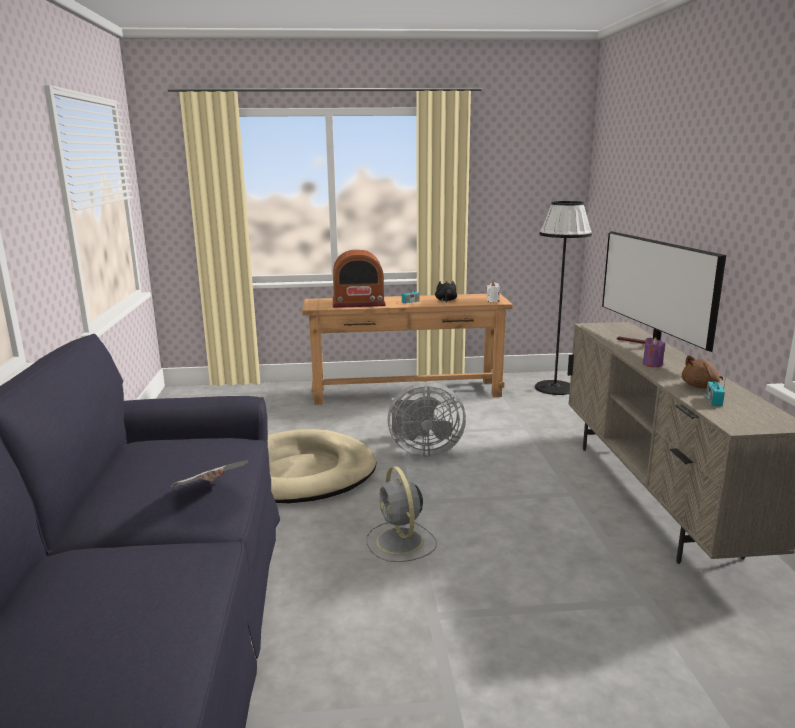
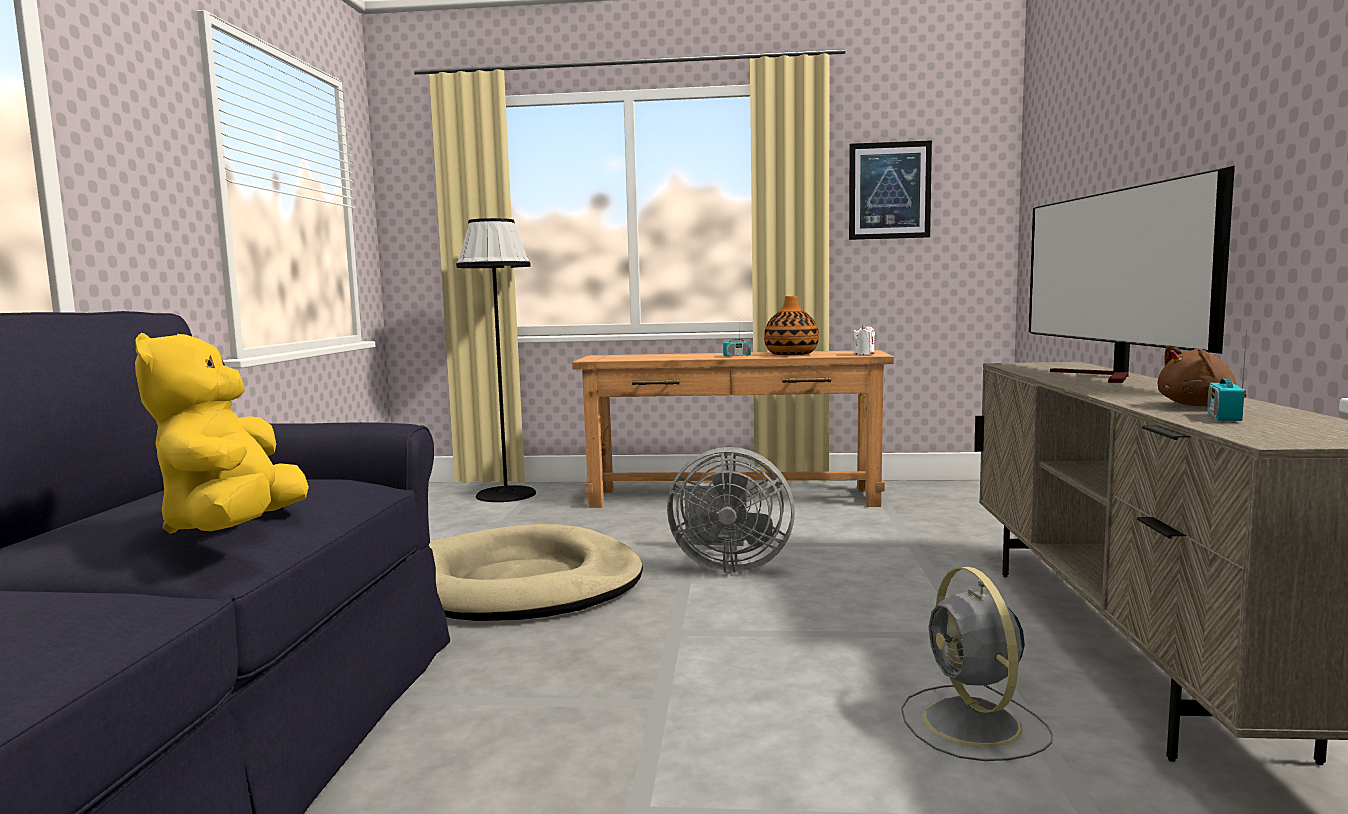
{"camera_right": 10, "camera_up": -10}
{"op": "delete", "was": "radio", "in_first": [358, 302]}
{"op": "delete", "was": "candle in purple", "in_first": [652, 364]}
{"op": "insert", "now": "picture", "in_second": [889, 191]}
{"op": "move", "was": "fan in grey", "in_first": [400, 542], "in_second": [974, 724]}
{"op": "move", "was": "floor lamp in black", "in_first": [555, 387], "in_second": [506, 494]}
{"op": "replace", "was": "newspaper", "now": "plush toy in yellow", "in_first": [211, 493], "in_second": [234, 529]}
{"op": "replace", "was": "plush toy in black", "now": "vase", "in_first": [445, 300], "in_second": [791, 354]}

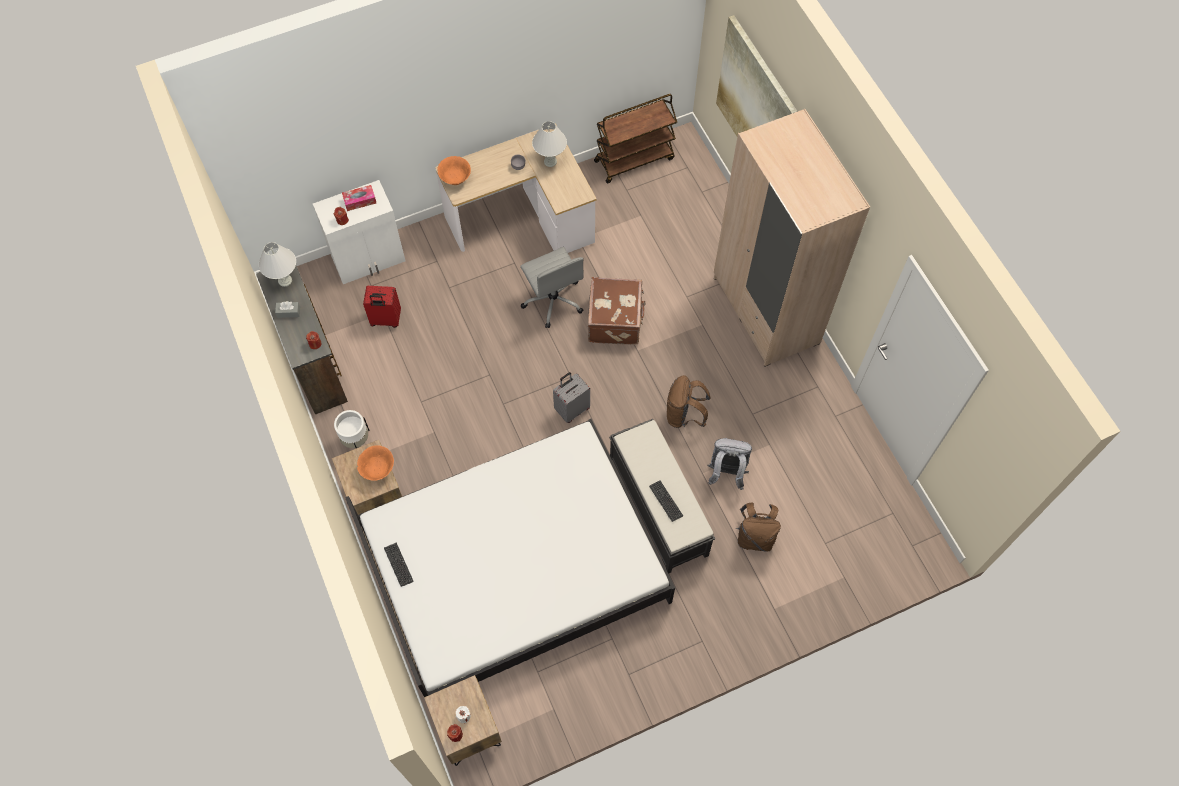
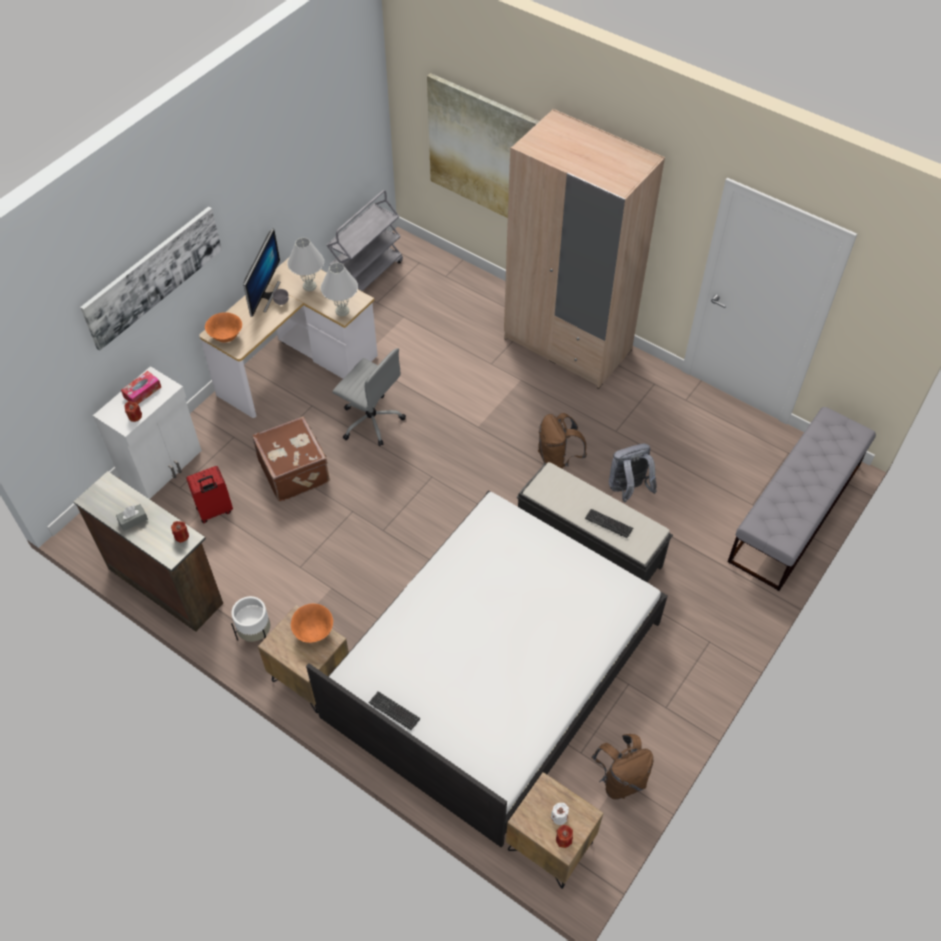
{"camera_right": -30, "camera_up": -10}
{"op": "delete", "was": "suitcase in grey", "in_first": [572, 409]}
{"op": "insert", "now": "picture", "in_second": [153, 276]}
{"op": "insert", "now": "monitor", "in_second": [265, 295]}
{"op": "insert", "now": "bench in grey", "in_second": [795, 513]}
{"op": "move", "was": "table lamp in white", "in_first": [285, 280], "in_second": [342, 311]}
{"op": "move", "was": "suitcase in brown", "in_first": [615, 320], "in_second": [295, 471]}
{"op": "move", "was": "backpack in brown", "in_first": [755, 537], "in_second": [621, 779]}
{"op": "recolor", "was": "cart in brown", "now": "cart in grey", "in_first": [634, 159], "in_second": [367, 275]}

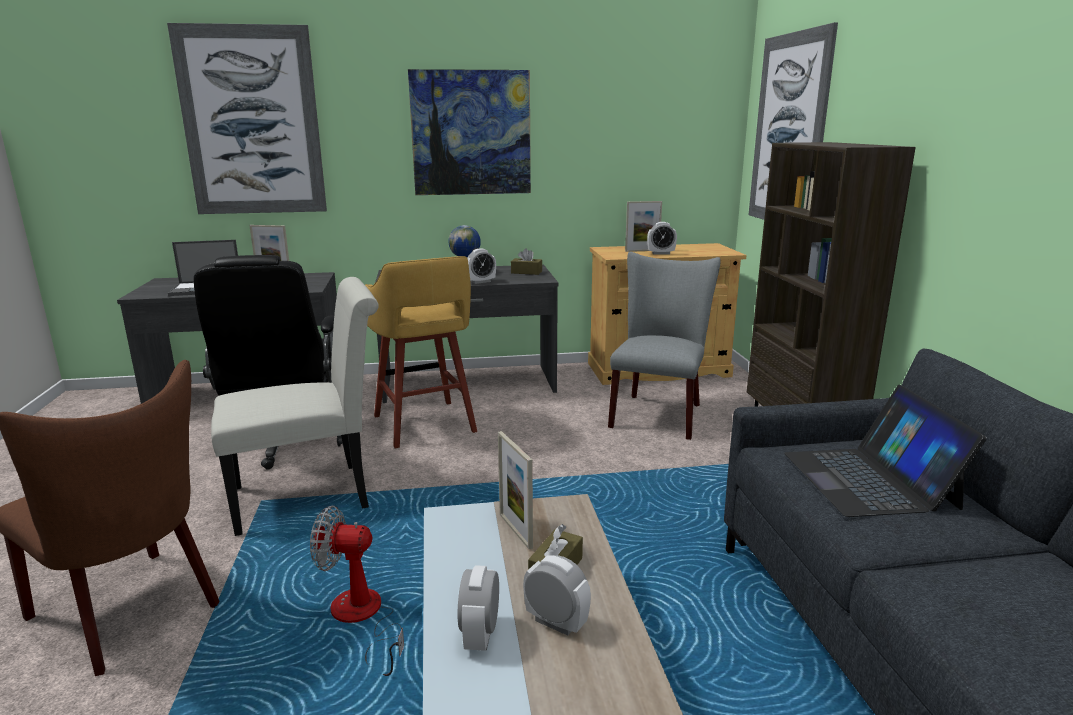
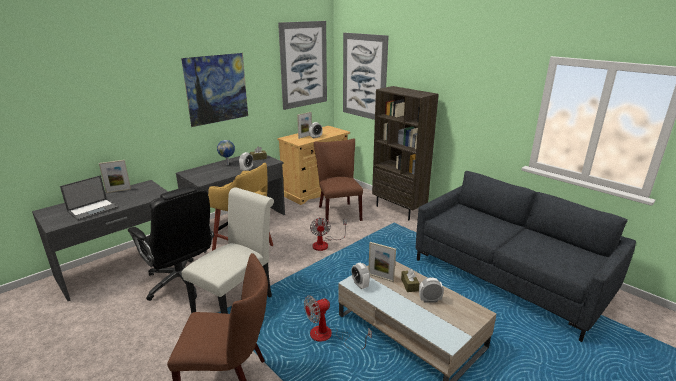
{"camera_right": -35, "camera_up": 5}
{"op": "delete", "was": "laptop", "in_first": [869, 480]}
{"op": "insert", "now": "fan", "in_second": [324, 244]}
{"op": "move", "was": "picture", "in_first": [251, 122], "in_second": [304, 65]}
{"op": "move", "was": "alarm clock", "in_first": [480, 635], "in_second": [360, 284]}
{"op": "recolor", "was": "chair in grey", "now": "chair in brown", "in_first": [658, 413], "in_second": [338, 212]}

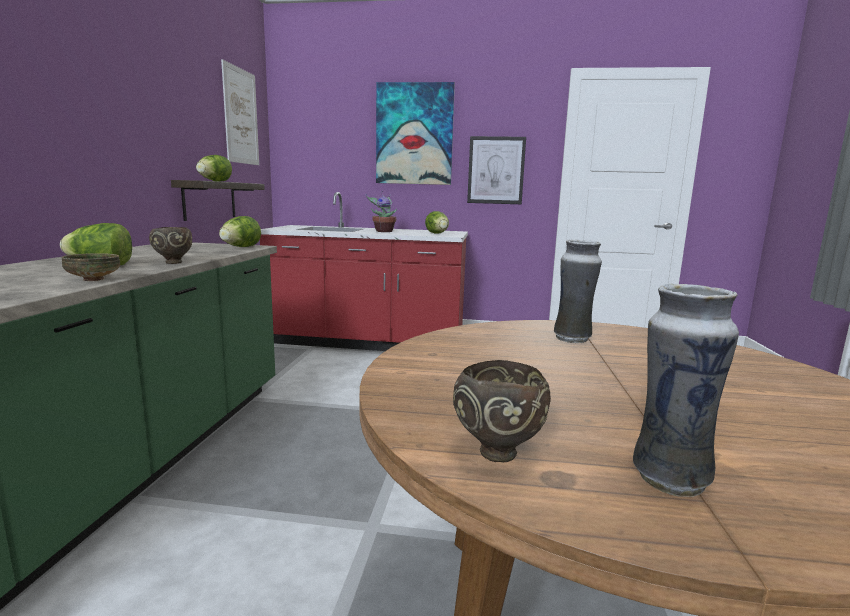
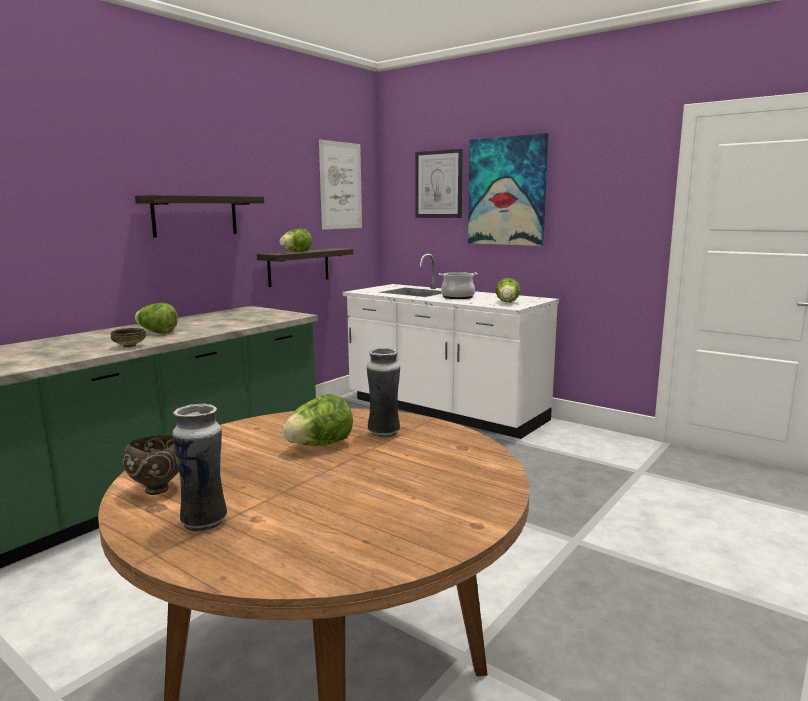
{"camera_right": 30, "camera_up": 0}
{"op": "delete", "was": "bowl in brown", "in_first": [173, 262]}
{"op": "insert", "now": "shelf", "in_second": [195, 216]}
{"op": "move", "was": "lettuce", "in_first": [240, 247], "in_second": [319, 445]}
{"op": "move", "was": "picture", "in_first": [496, 170], "in_second": [439, 184]}
{"op": "replace", "was": "potted plant", "now": "cooking pot", "in_first": [383, 231], "in_second": [457, 297]}
{"op": "recolor", "was": "counter in red", "now": "counter in white", "in_first": [367, 342], "in_second": [444, 410]}

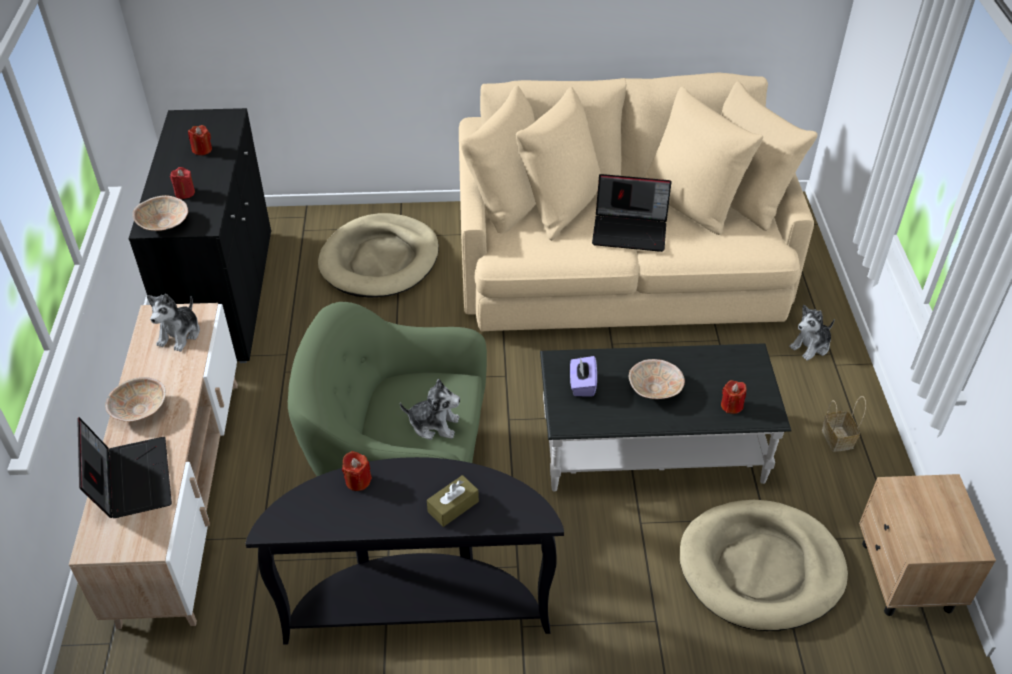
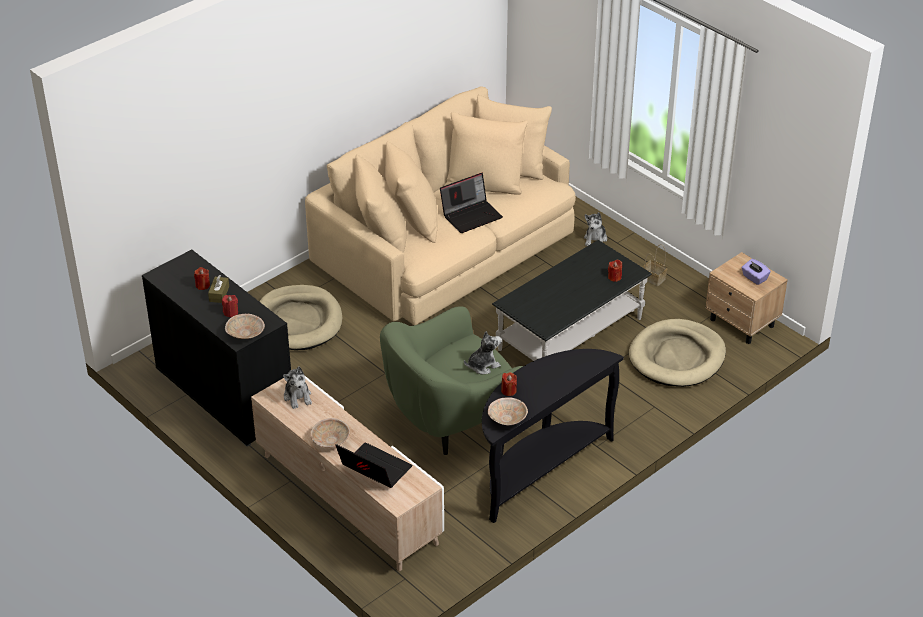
{"camera_right": -40, "camera_up": -5}
{"op": "move", "was": "tissue box in brown", "in_first": [453, 506], "in_second": [219, 294]}
{"op": "move", "was": "tissue box in purple", "in_first": [582, 385], "in_second": [754, 278]}
{"op": "move", "was": "bowl in beige", "in_first": [655, 389], "in_second": [507, 418]}

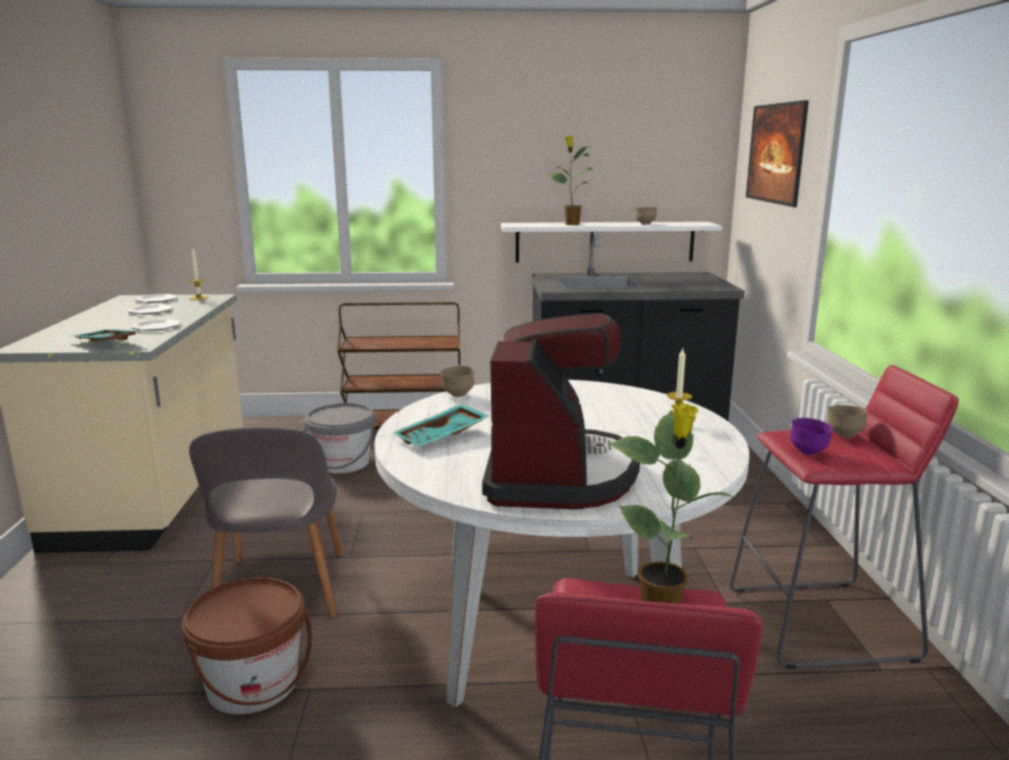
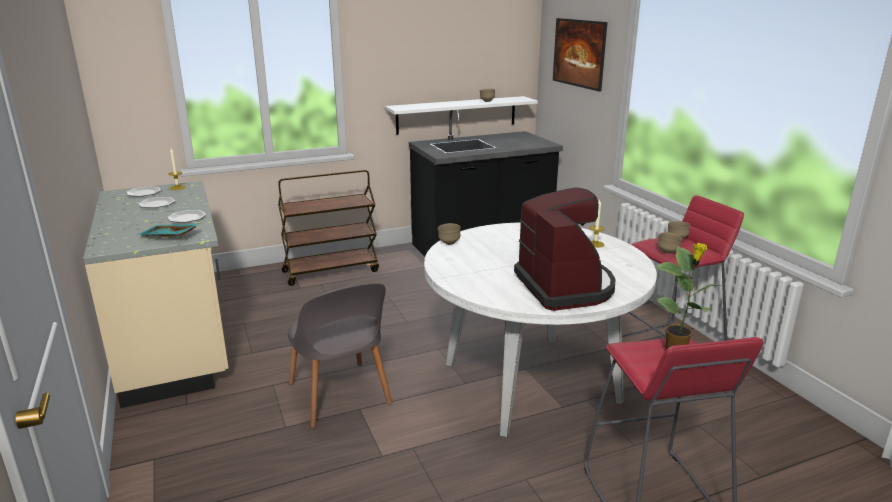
{"camera_right": -20, "camera_up": 5}
{"op": "delete", "was": "bucket in brown", "in_first": [253, 684]}
{"op": "delete", "was": "bucket in grey", "in_first": [343, 463]}
{"op": "delete", "was": "tray in turquoise", "in_first": [442, 437]}
{"op": "delete", "was": "potted plant", "in_first": [571, 224]}
{"op": "recolor", "was": "bowl in purple", "now": "bowl in brown", "in_first": [808, 452], "in_second": [668, 252]}

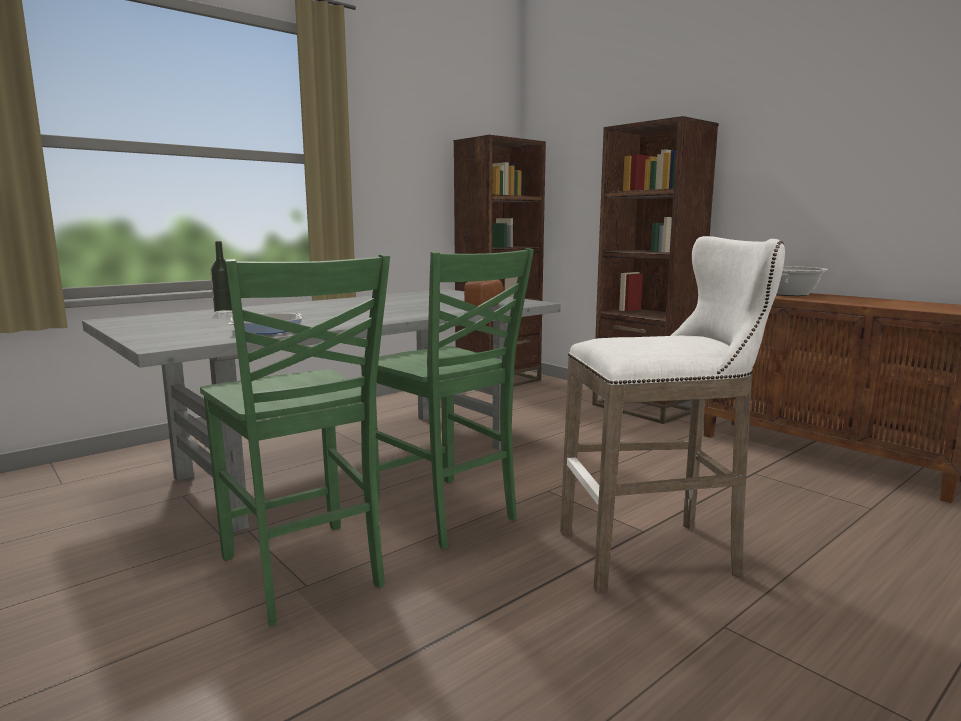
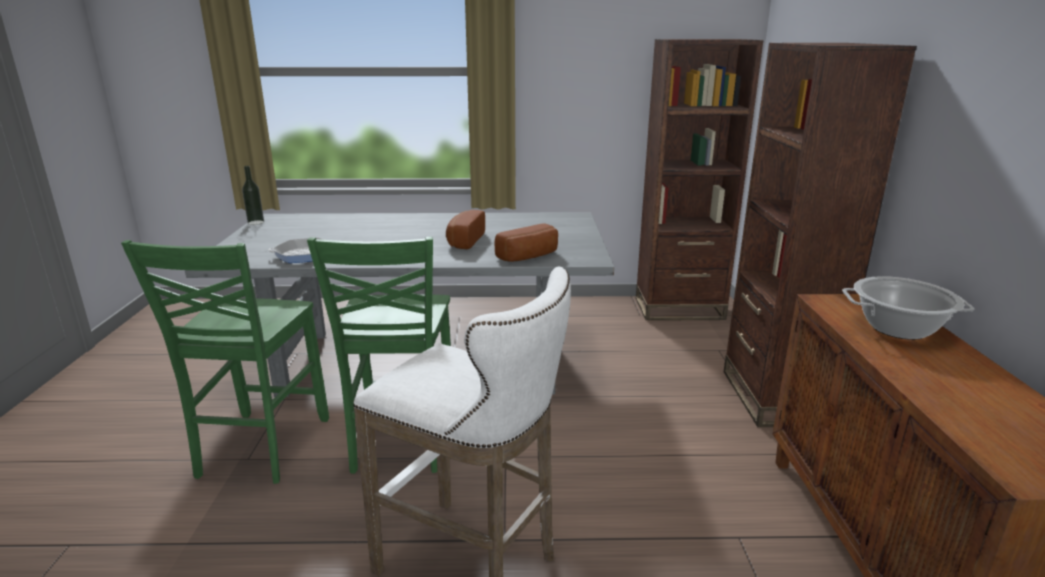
{"camera_right": 40, "camera_up": 10}
{"op": "insert", "now": "bread", "in_second": [464, 240]}
{"op": "move", "was": "bottle", "in_first": [224, 311], "in_second": [256, 222]}

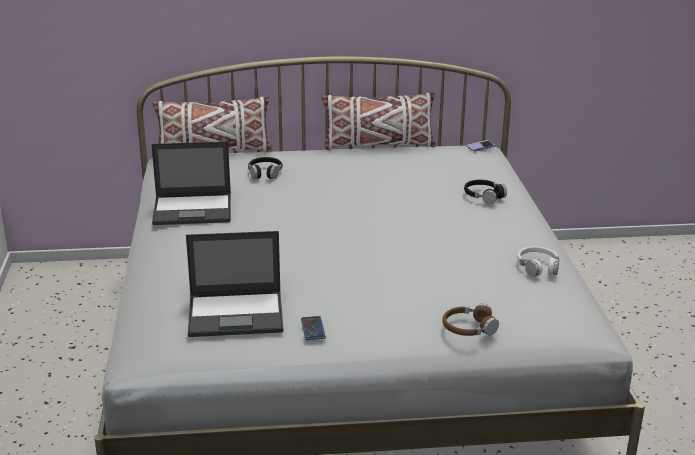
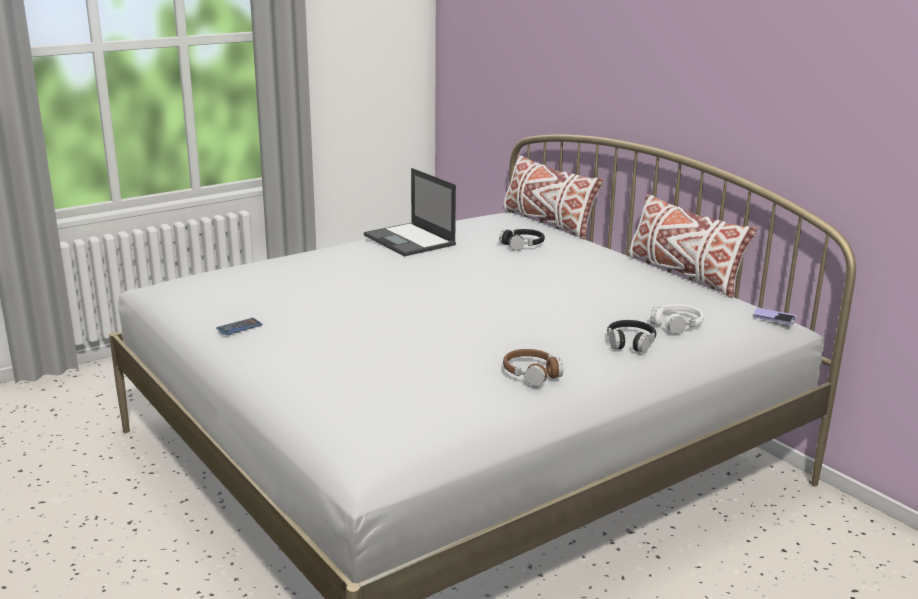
{"camera_right": 60, "camera_up": -5}
{"op": "delete", "was": "laptop", "in_first": [237, 314]}
{"op": "move", "was": "headphones in brown", "in_first": [468, 328], "in_second": [531, 373]}
{"op": "move", "was": "headphones in white", "in_first": [538, 267], "in_second": [676, 324]}

